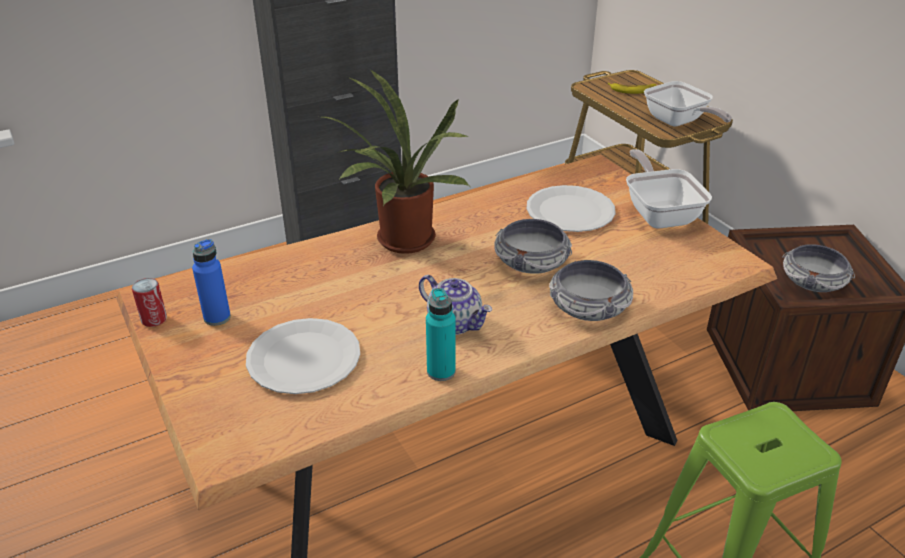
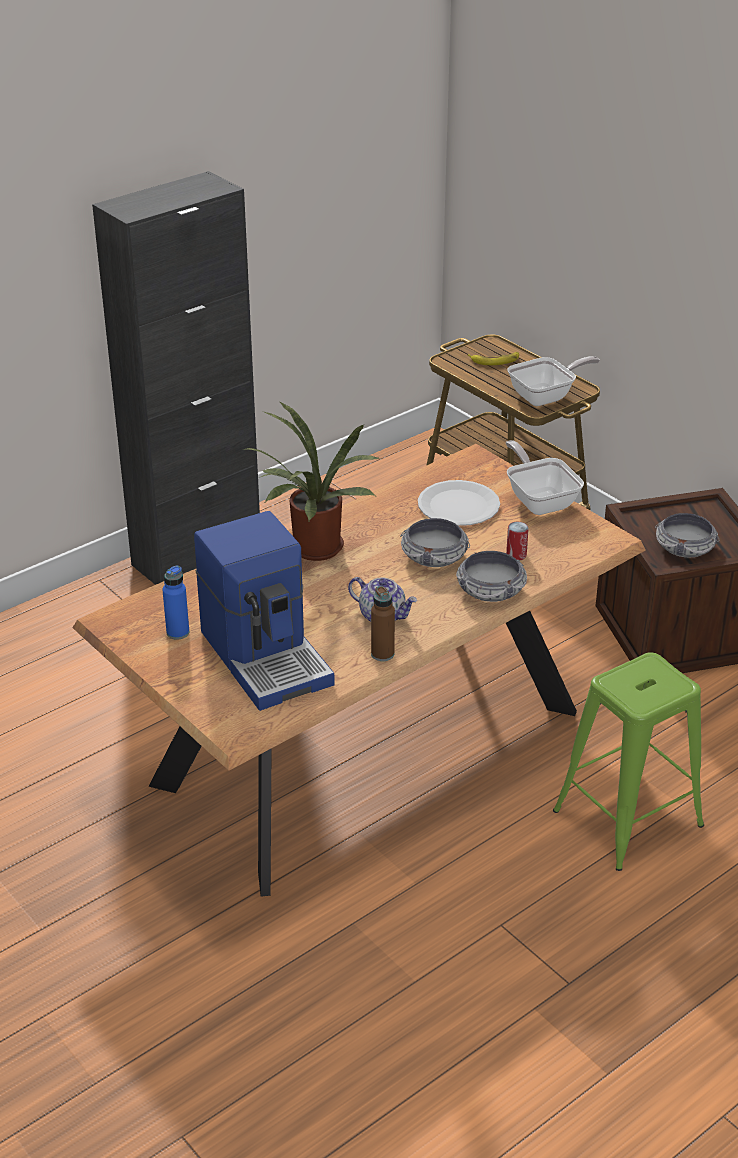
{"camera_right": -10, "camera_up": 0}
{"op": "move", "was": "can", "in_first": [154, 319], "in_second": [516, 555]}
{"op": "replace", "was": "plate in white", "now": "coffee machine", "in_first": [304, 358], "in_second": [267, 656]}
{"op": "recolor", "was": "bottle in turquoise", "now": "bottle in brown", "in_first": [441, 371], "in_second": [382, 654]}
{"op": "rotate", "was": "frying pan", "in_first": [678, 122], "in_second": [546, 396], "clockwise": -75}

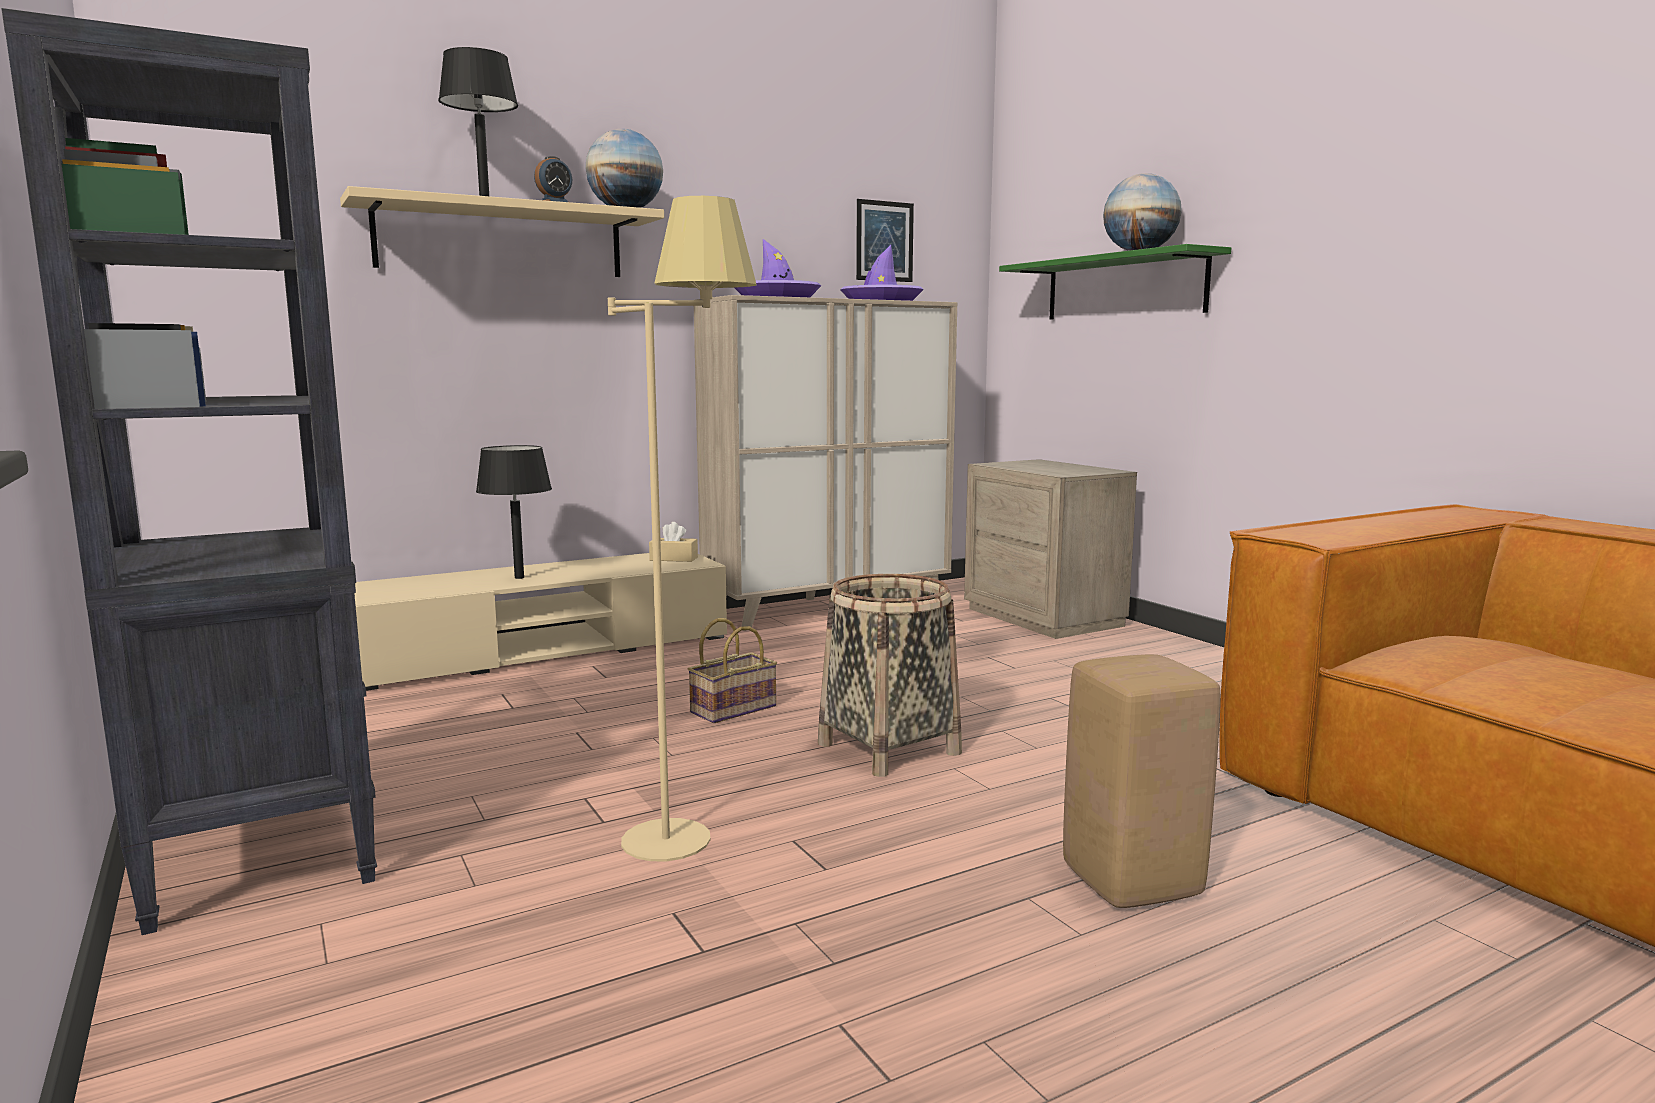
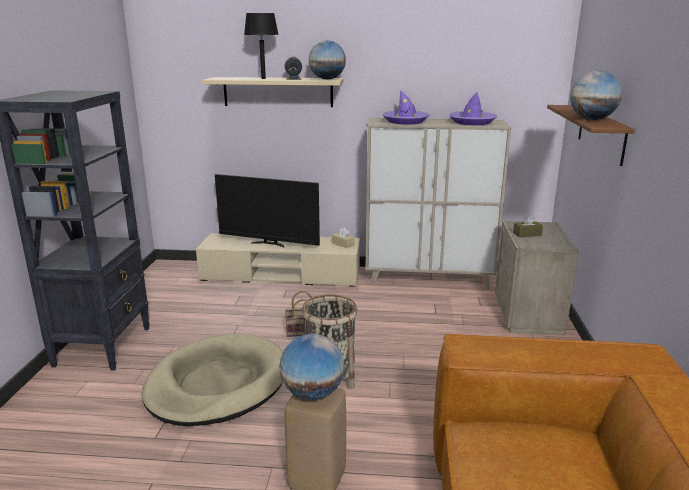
{"camera_right": 35, "camera_up": 10}
{"op": "delete", "was": "picture", "in_first": [884, 241]}
{"op": "insert", "now": "globe", "in_second": [312, 393]}
{"op": "insert", "now": "tissue box in brown", "in_second": [527, 234]}
{"op": "replace", "was": "table lamp in black", "now": "television", "in_first": [519, 577], "in_second": [269, 244]}
{"op": "replace", "was": "floor lamp in beige", "now": "dog bed in beige", "in_first": [692, 824], "in_second": [217, 384]}
{"op": "recolor", "was": "shelf in green", "now": "shelf in brown", "in_first": [1124, 287], "in_second": [601, 133]}

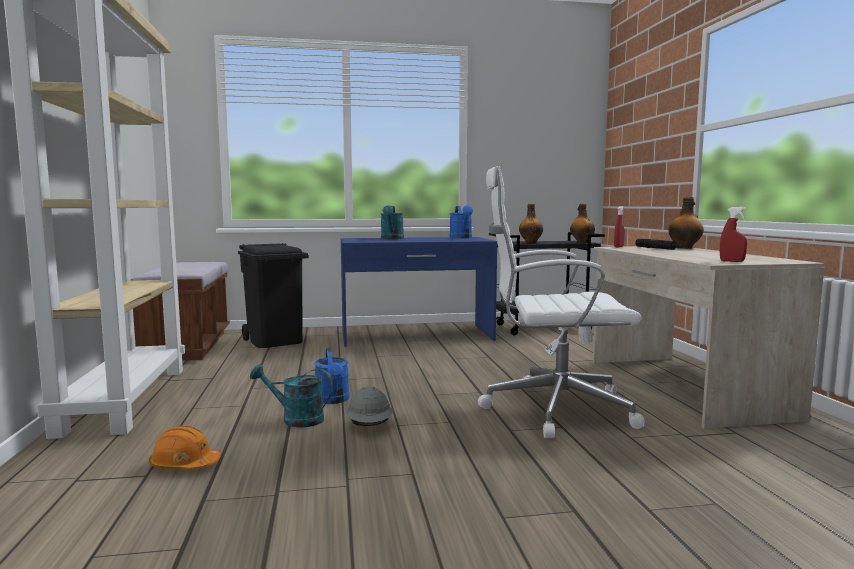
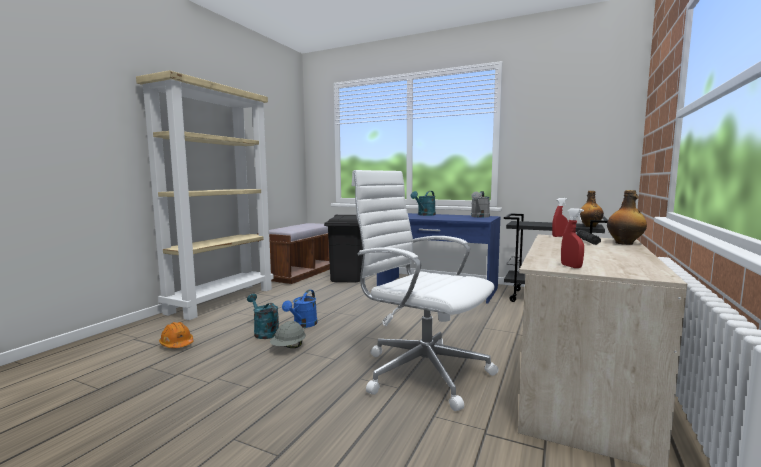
{"camera_right": 35, "camera_up": 0}
{"op": "delete", "was": "bottle", "in_first": [531, 242]}
{"op": "recolor", "was": "watering can in blue", "now": "watering can in grey", "in_first": [462, 237], "in_second": [479, 217]}

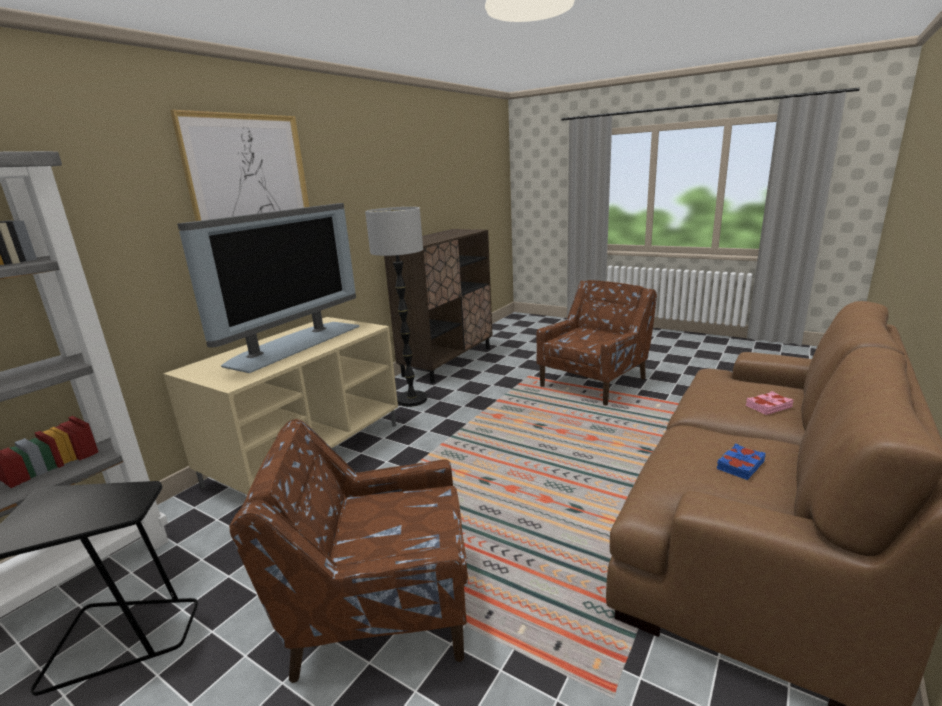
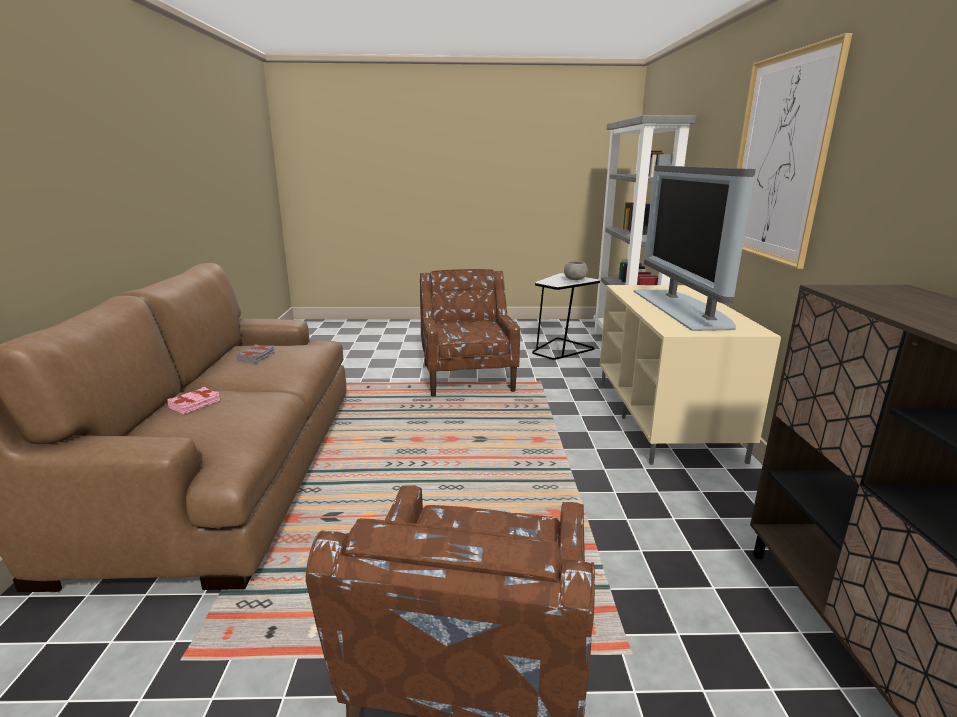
{"camera_right": 145, "camera_up": 0}
{"op": "delete", "was": "floor lamp", "in_first": [412, 400]}
{"op": "insert", "now": "bowl in grey", "in_second": [575, 280]}
{"op": "recolor", "was": "book in blue", "now": "book in grey", "in_first": [739, 465], "in_second": [256, 357]}
{"op": "rotate", "was": "armchair in brown", "in_first": [378, 607], "in_second": [467, 377], "clockwise": -60}

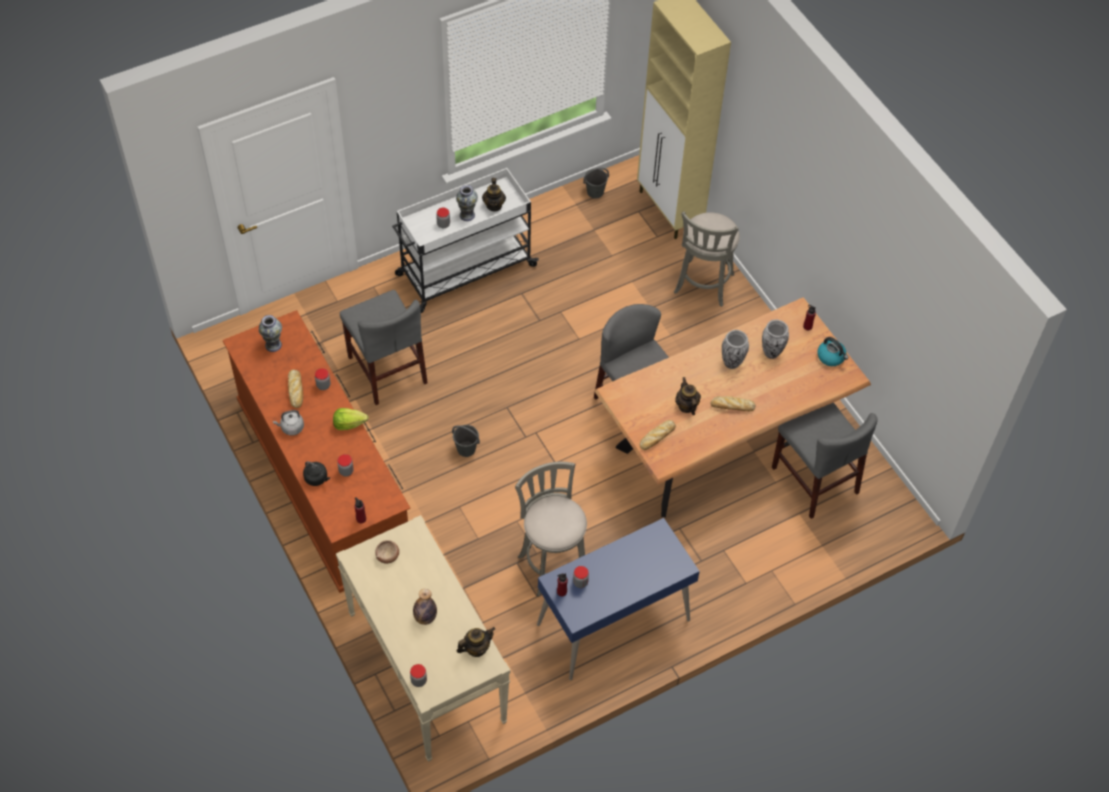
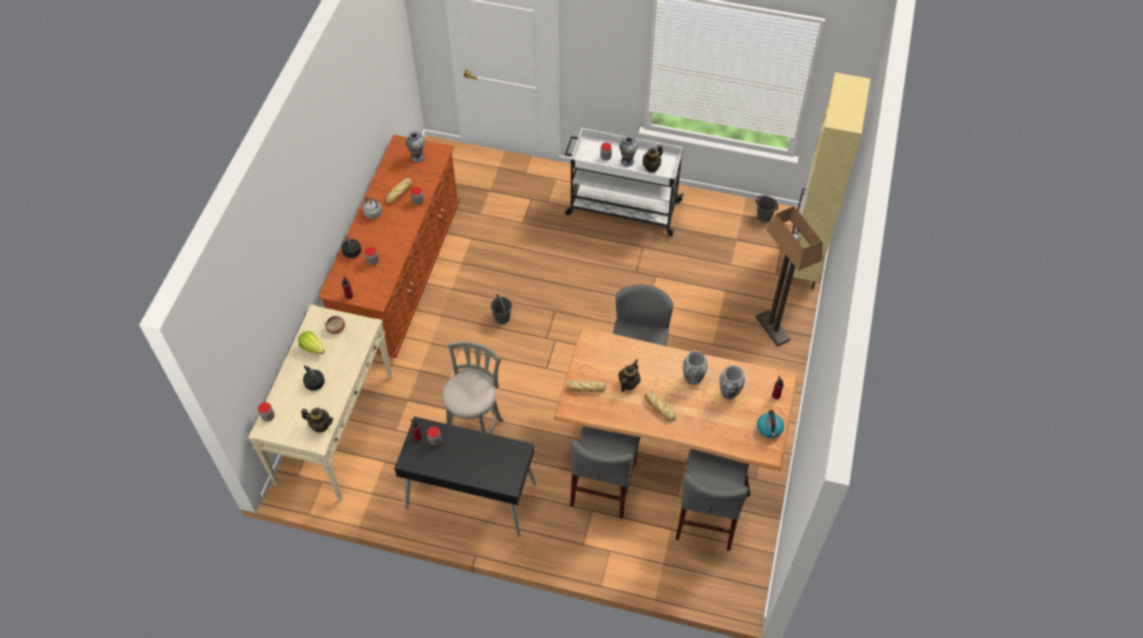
{"camera_right": 45, "camera_up": 0}
{"op": "move", "was": "lettuce", "in_first": [349, 424], "in_second": [312, 348]}
{"op": "move", "was": "chair in grey", "in_first": [387, 370], "in_second": [603, 484]}
{"op": "replace", "was": "bottle", "now": "kettle in black", "in_first": [425, 617], "in_second": [314, 382]}
{"op": "replace", "was": "stool in grey", "now": "floor lamp", "in_first": [703, 286], "in_second": [772, 328]}
{"op": "recolor", "was": "desk in blue", "now": "desk in black", "in_first": [613, 623], "in_second": [470, 497]}

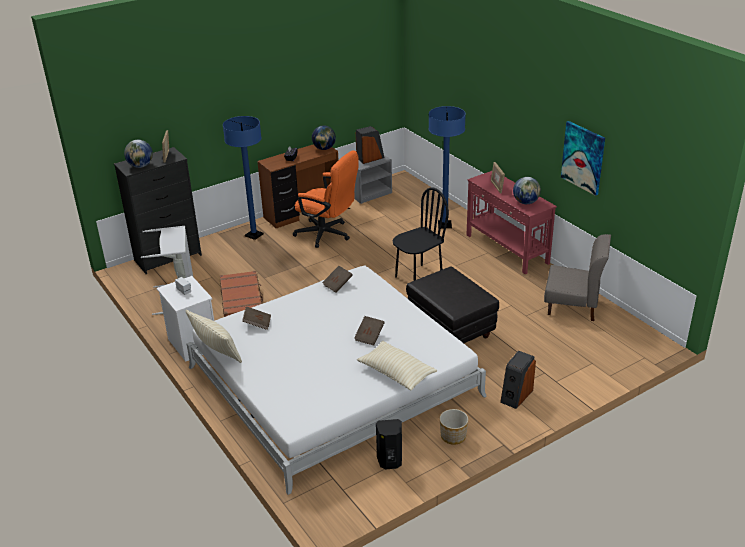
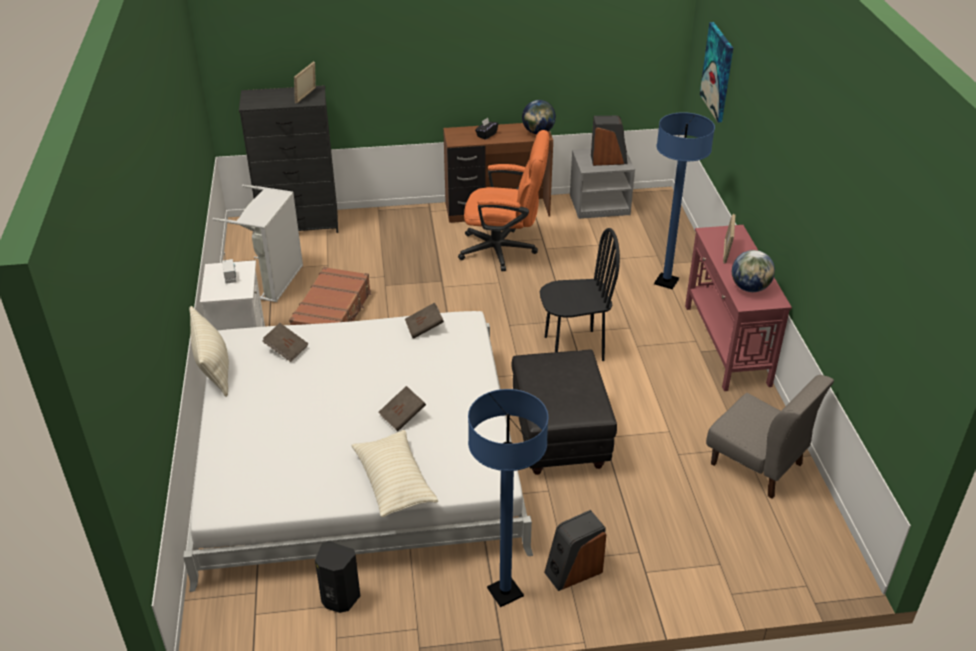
{"camera_right": 25, "camera_up": 5}
{"op": "delete", "was": "globe", "in_first": [141, 166]}
{"op": "delete", "was": "planter", "in_first": [453, 436]}
{"op": "move", "was": "floor lamp in blue", "in_first": [254, 235], "in_second": [505, 592]}
{"op": "move", "was": "picture", "in_first": [583, 157], "in_second": [717, 72]}
{"op": "rotate", "was": "office chair in orange", "in_first": [328, 235], "in_second": [504, 250], "clockwise": -45}

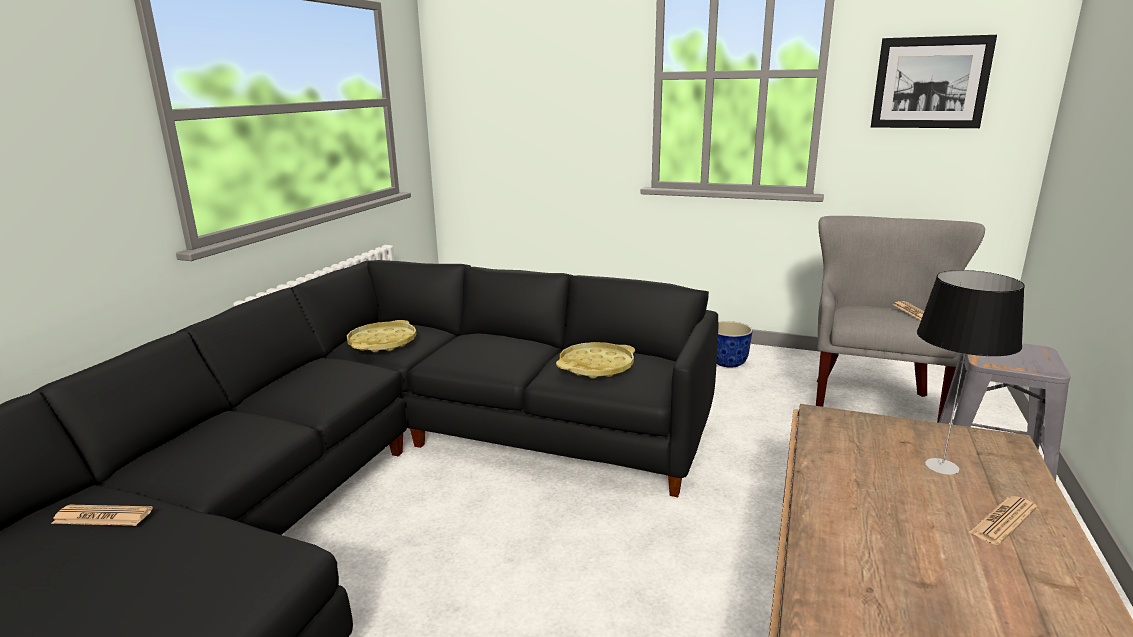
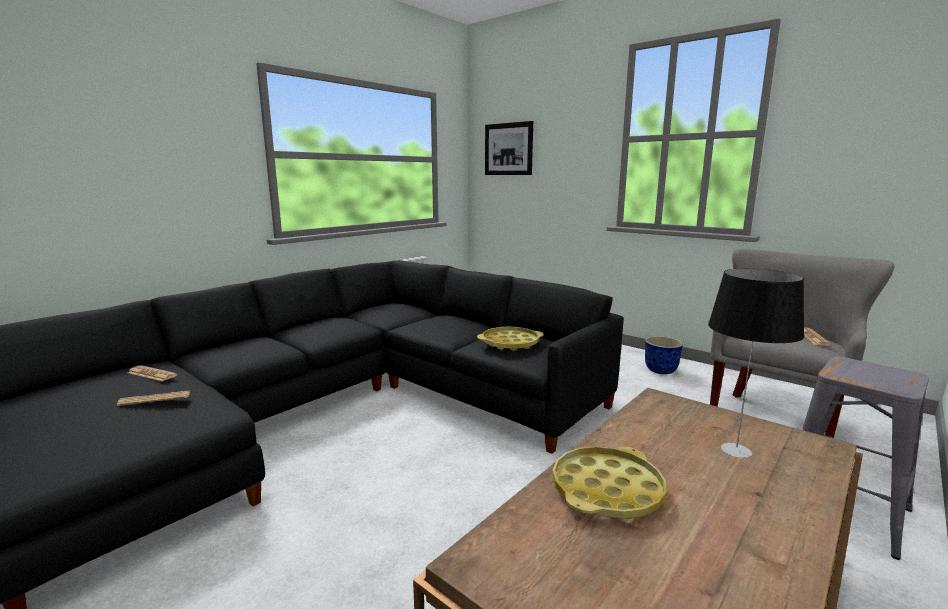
{"camera_right": 20, "camera_up": -5}
{"op": "move", "was": "tray in yellow", "in_first": [382, 342], "in_second": [607, 490]}
{"op": "move", "was": "picture", "in_first": [930, 83], "in_second": [508, 149]}
{"op": "move", "was": "newspaper", "in_first": [1003, 521], "in_second": [155, 399]}

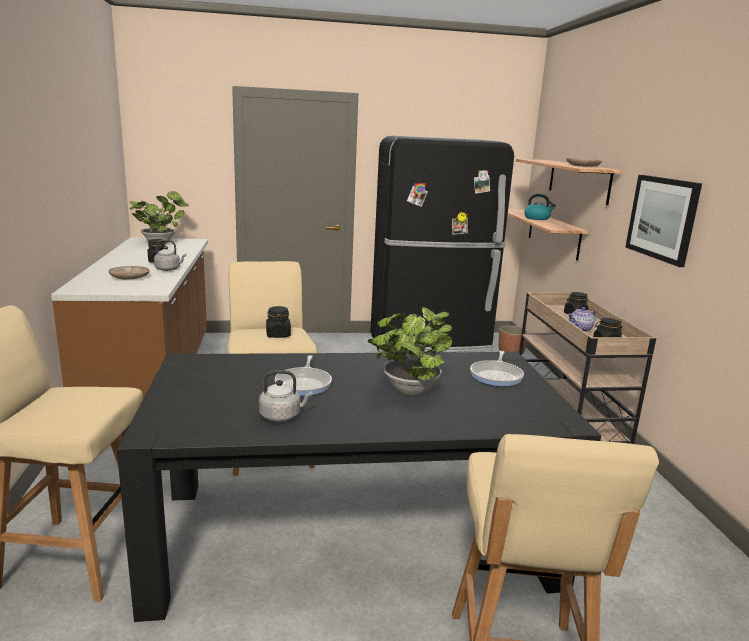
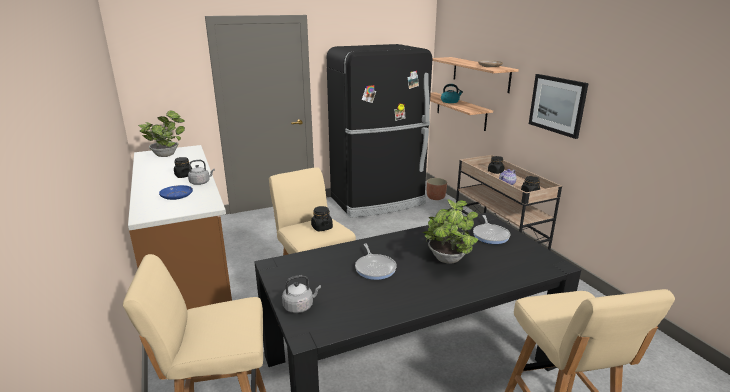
{"camera_right": -15, "camera_up": 5}
{"op": "move", "was": "kettle in grey", "in_first": [282, 416], "in_second": [300, 306]}
{"op": "recolor", "was": "plate in beige", "now": "plate in blue", "in_first": [129, 277], "in_second": [176, 196]}

